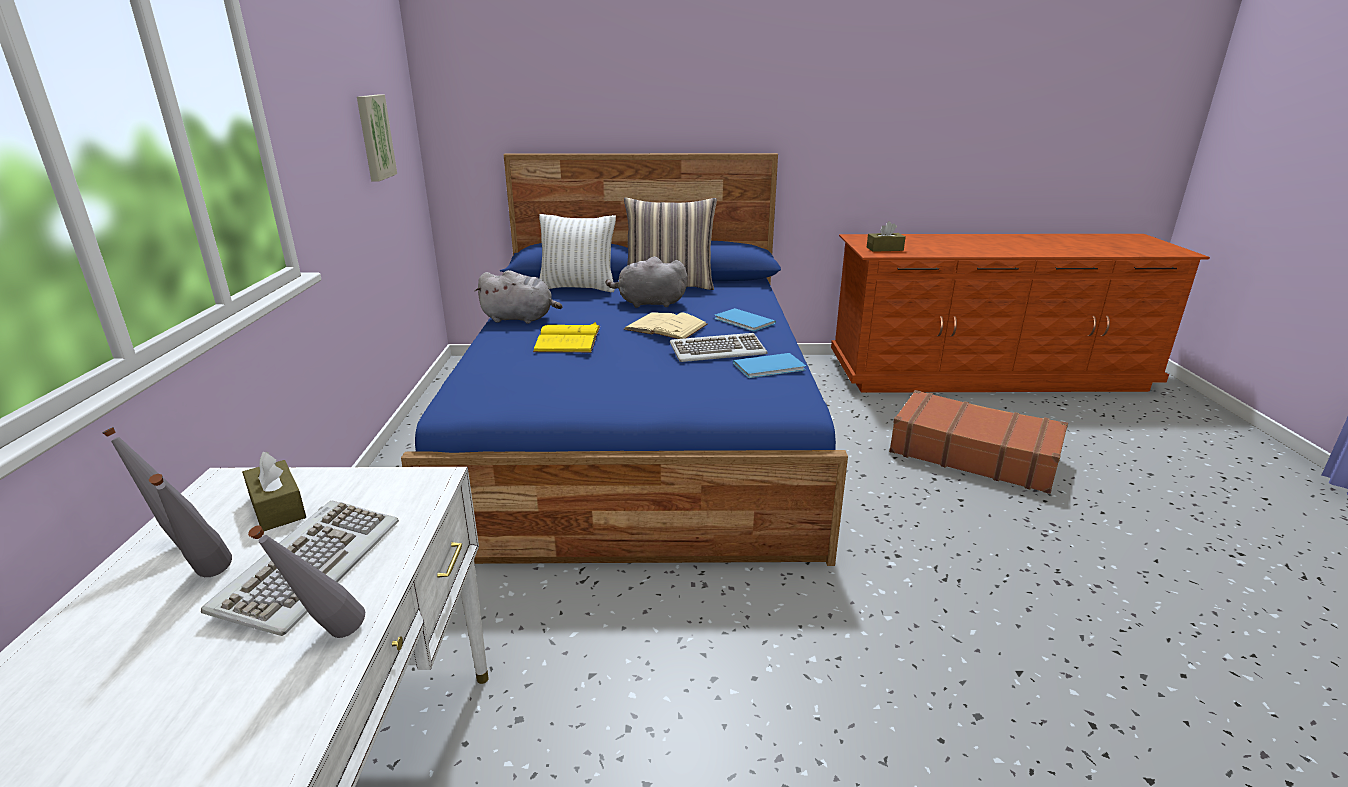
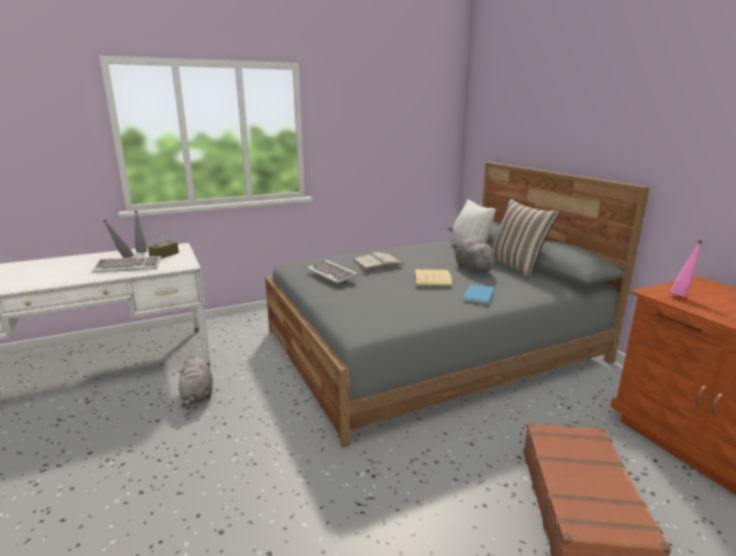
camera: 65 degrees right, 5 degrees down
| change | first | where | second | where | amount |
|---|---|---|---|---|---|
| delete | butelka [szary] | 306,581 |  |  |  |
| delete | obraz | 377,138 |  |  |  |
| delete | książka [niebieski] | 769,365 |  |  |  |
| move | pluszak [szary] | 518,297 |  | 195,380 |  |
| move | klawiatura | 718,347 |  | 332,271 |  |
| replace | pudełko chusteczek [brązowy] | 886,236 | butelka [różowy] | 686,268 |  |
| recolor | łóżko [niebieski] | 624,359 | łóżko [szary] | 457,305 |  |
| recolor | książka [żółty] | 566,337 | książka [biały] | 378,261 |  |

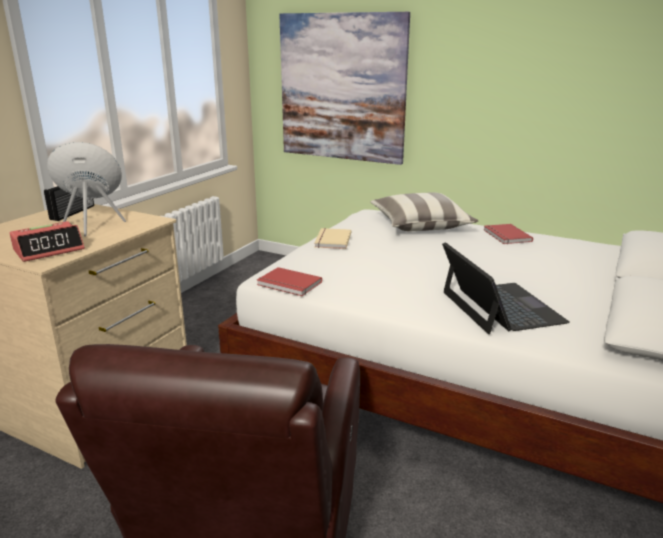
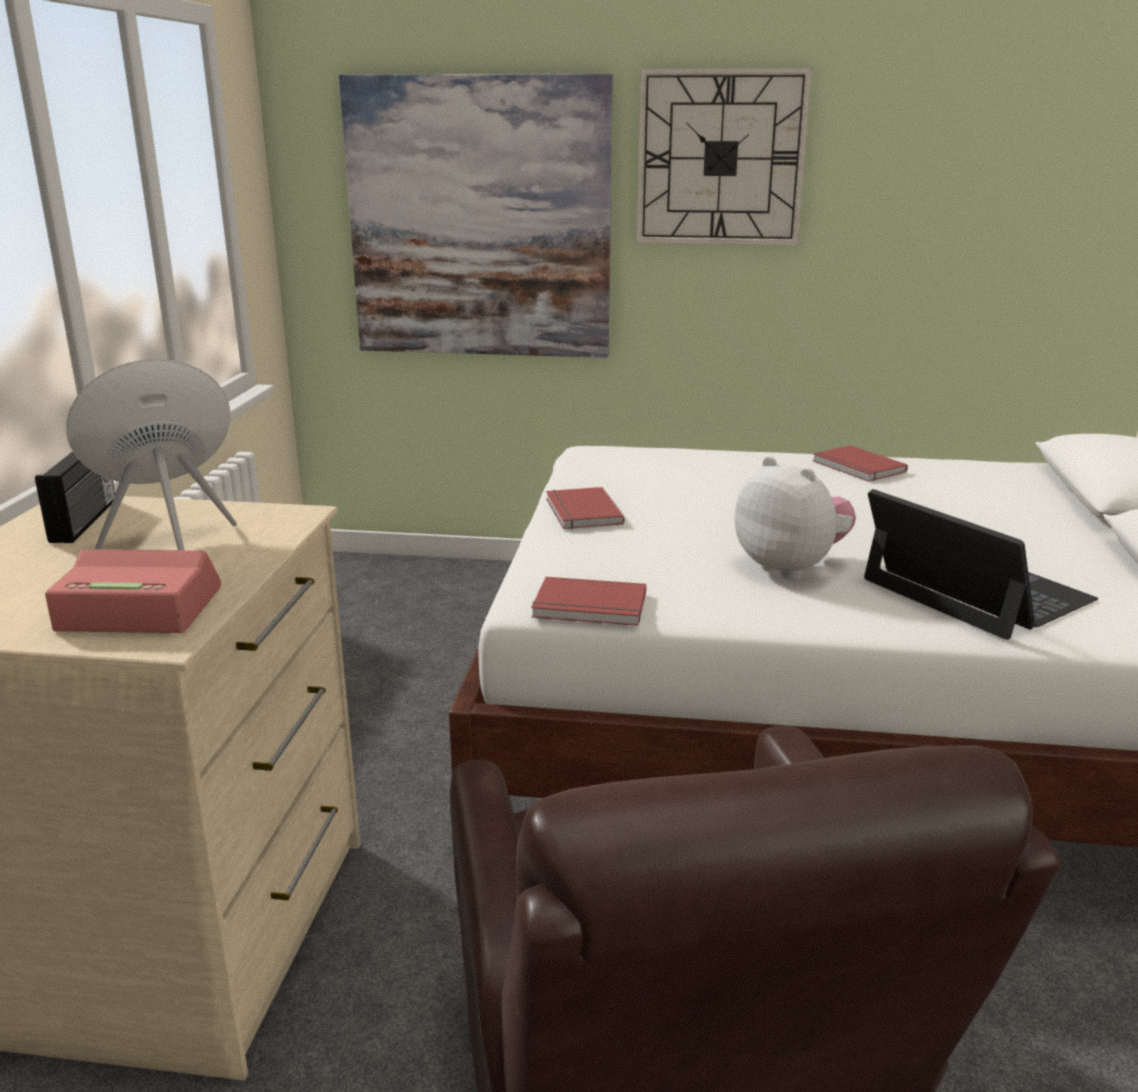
camera: 20 degrees left, 0 degrees up
| change | first | where | second | where | amount |
|---|---|---|---|---|---|
| delete | poduszka | 424,212 |  |  |  |
| insert |  |  | zegar ścienny | 724,157 |  |
| insert |  |  | pluszak | 795,518 |  |
| recolor | książka [beżowy] | 332,238 | książka [czerwony] | 585,508 |  |
| rotate | budzik | 47,241 |  | 133,591 | 120 degrees counterclockwise |

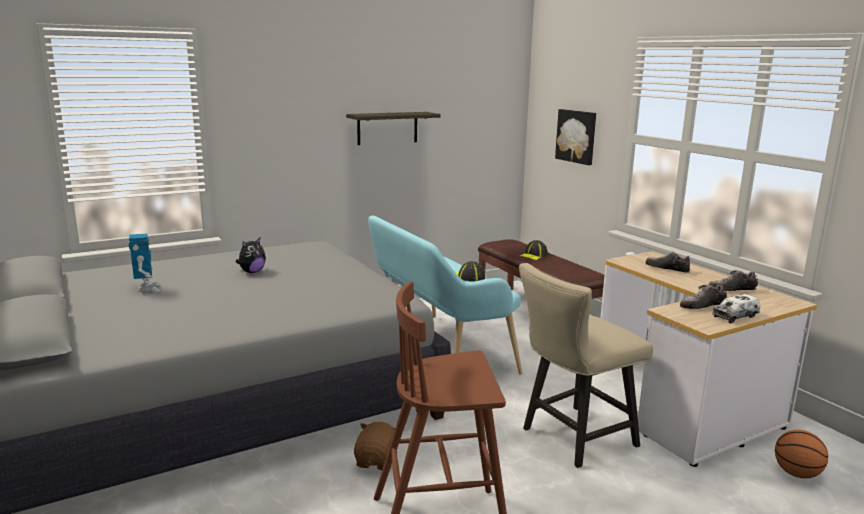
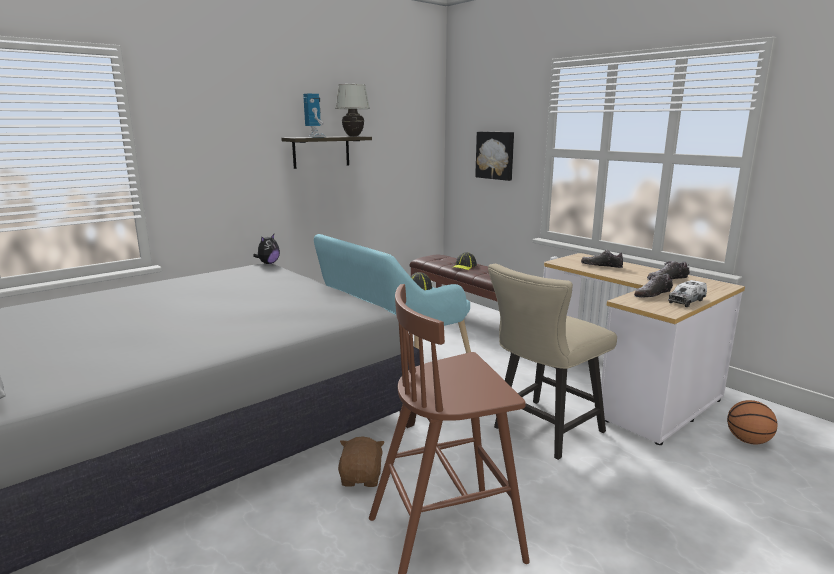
camera: 10 degrees left, 0 degrees up
| change | first | where | second | where | amount |
|---|---|---|---|---|---|
| insert |  |  | lampa stołowa [biały] | 352,110 |  |
| move | robot zabawkowy | 144,263 |  | 314,115 |  |
| move | pluszak | 251,255 |  | 266,249 |  |

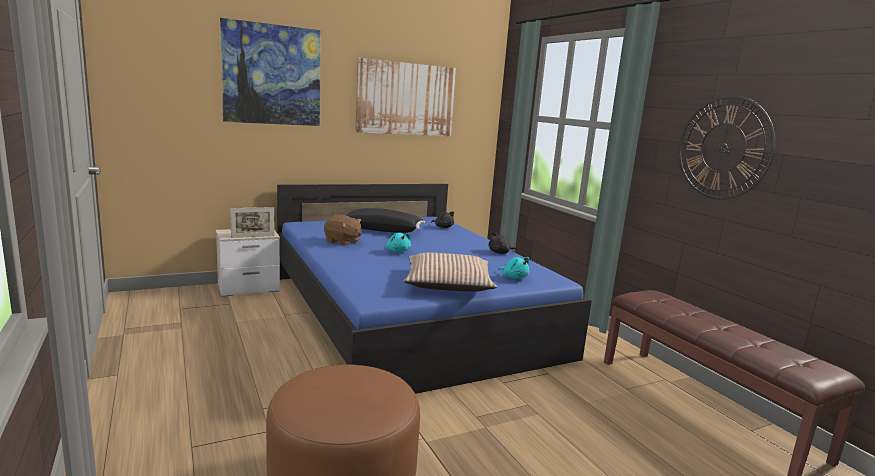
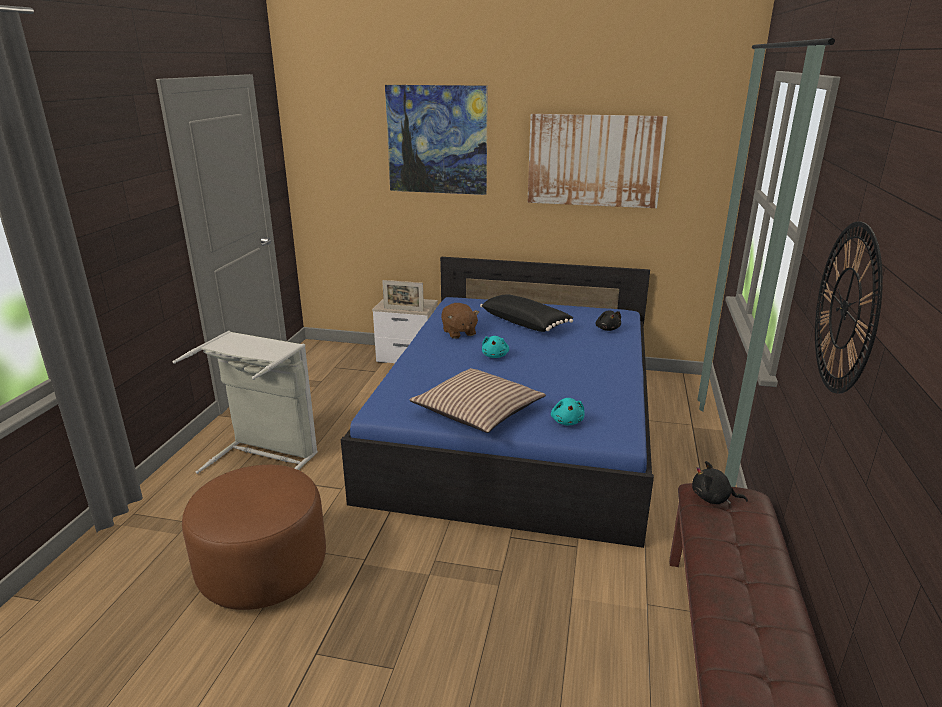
camera: 40 degrees right, 10 degrees up
| change | first | where | second | where | amount |
|---|---|---|---|---|---|
| insert |  |  | kosz na pranie [szary] | 245,402 |  |
| move | pluszak [czarny] | 502,243 |  | 720,482 |  |

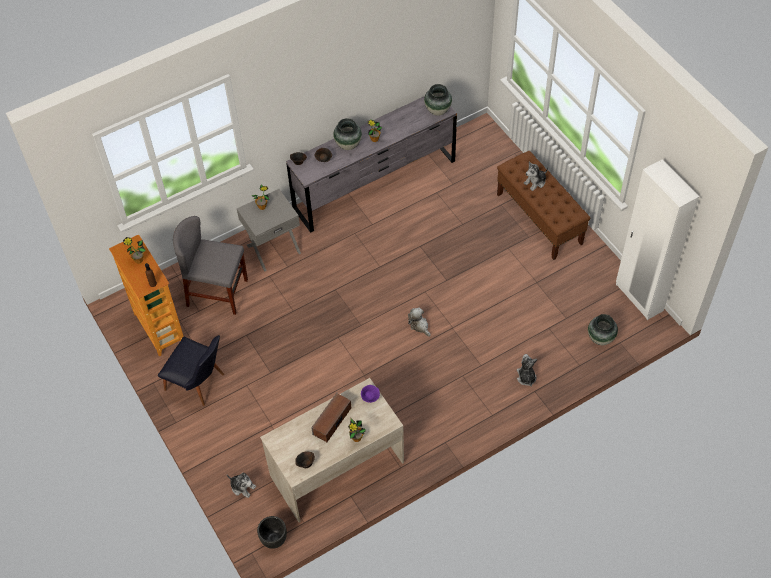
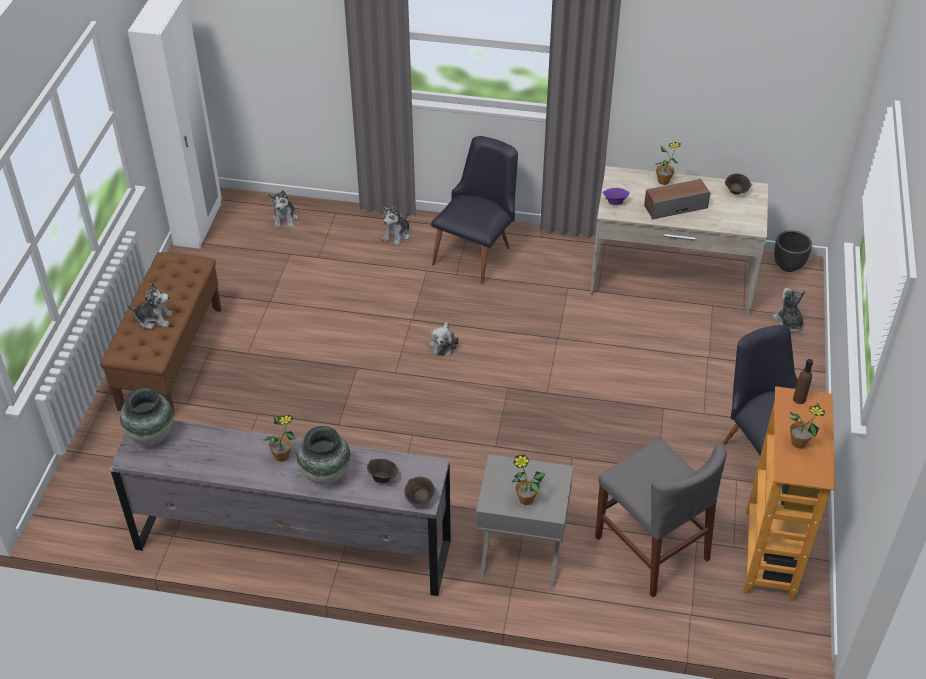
camera: 140 degrees left, 10 degrees down
| change | first | where | second | where | amount |
|---|---|---|---|---|---|
| insert |  |  | krzesło [czarny] | 474,210 |  |
| replace | wazon | 603,329 | pluszak | 283,209 |  |

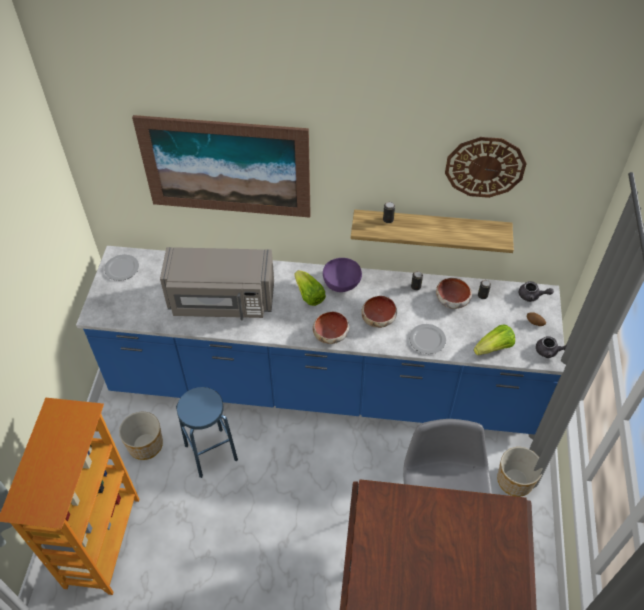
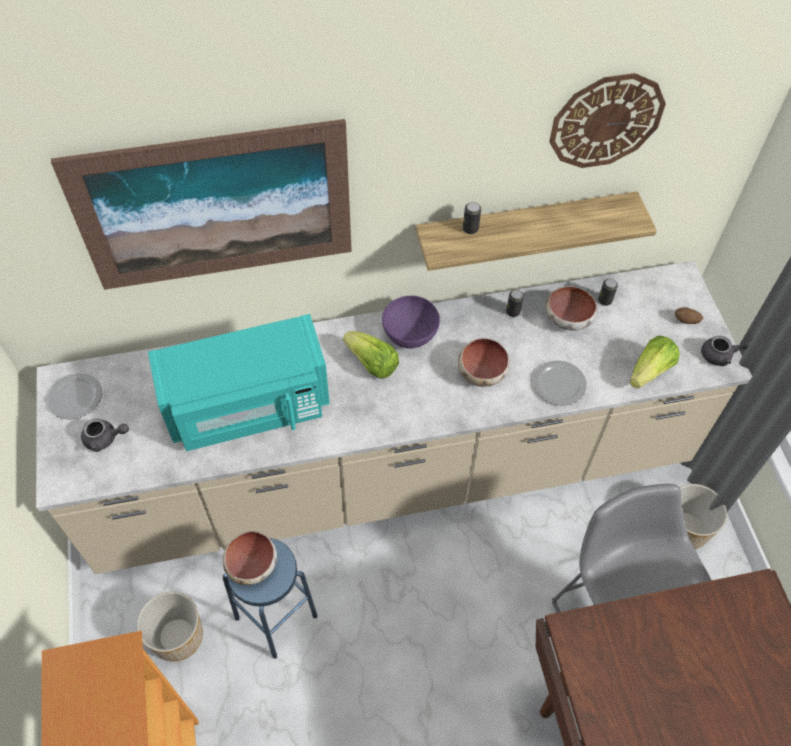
camera: 20 degrees left, 5 degrees up
| change | first | where | second | where | amount |
|---|---|---|---|---|---|
| move | miska | 331,328 |  | 250,558 |  |
| move | imbryk [szary] | 536,291 |  | 105,435 |  |
| recolor | zabudowa kuchenna [niebieski] | 321,340 | zabudowa kuchenna [beżowy] | 394,417 |  |
| recolor | mikrofalówka [szary] | 217,283 | mikrofalówka [turkusowy] | 239,382 |  |

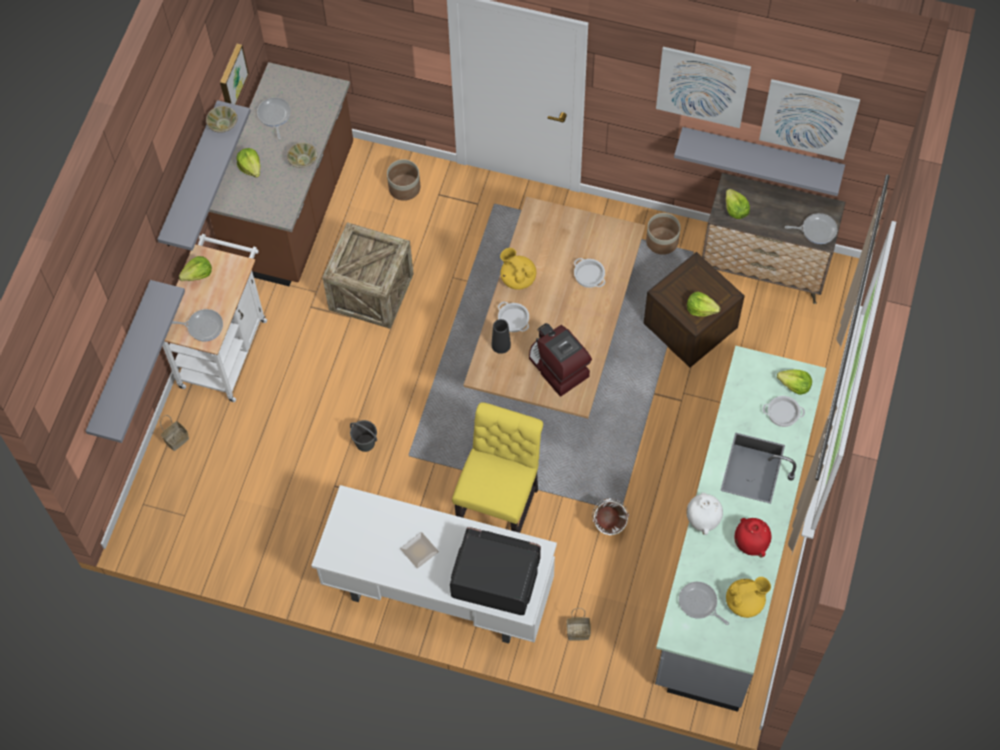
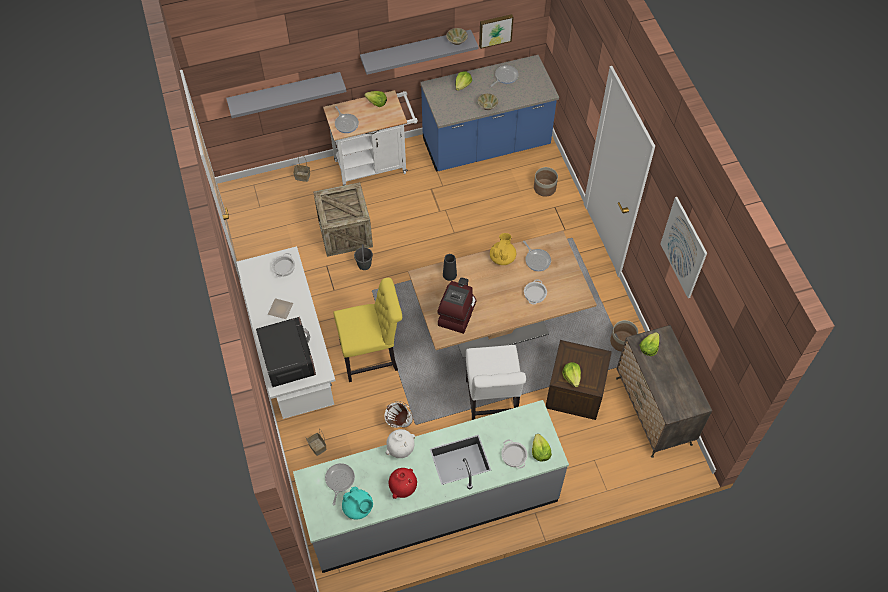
camera: 55 degrees right, 5 degrees down
| change | first | where | second | where | amount |
|---|---|---|---|---|---|
| delete | półka [szary] | 759,161 |  |  |  |
| delete | obraz | 809,119 |  |  |  |
| insert |  |  | krzesło [biały] | 496,382 |  |
| move | skrzynka | 368,275 |  | 343,219 |  |
| move | garnek | 513,316 |  | 283,265 |  |
| move | patelnia | 811,228 |  | 537,256 |  |
| recolor | zabudowa kuchenna [brązowy] | 280,174 | zabudowa kuchenna [niebieski] | 489,113 |  |
| recolor | imbryk [żółty] | 748,597 | imbryk [turkusowy] | 357,503 |  |

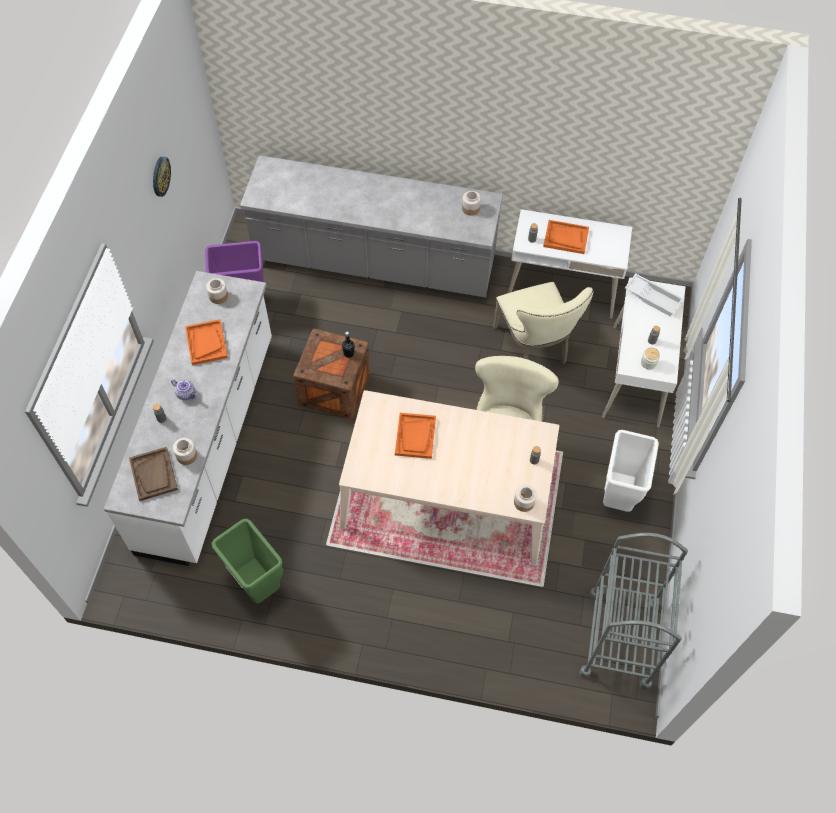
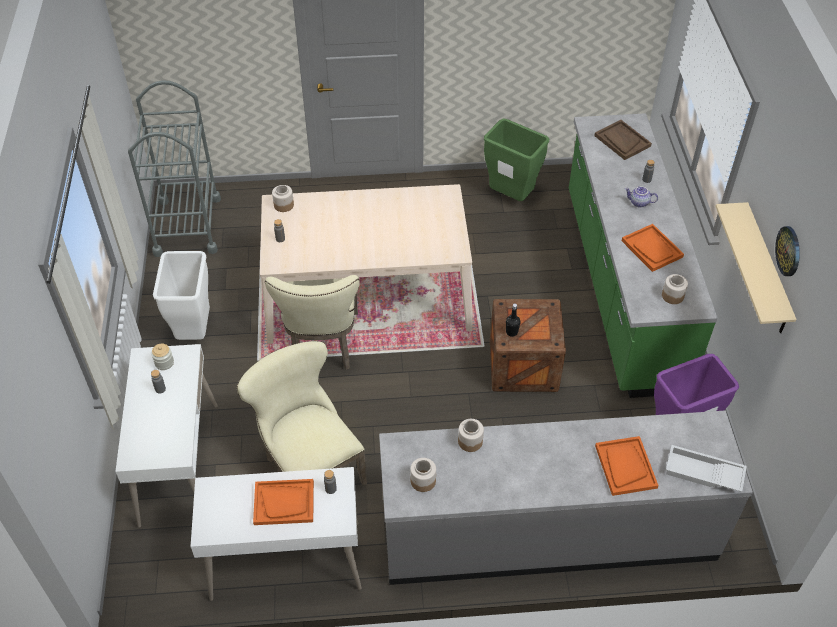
camera: 165 degrees right, 10 degrees down
| change | first | where | second | where | amount |
|---|---|---|---|---|---|
| insert |  |  | półka [beżowy] | 756,267 |  |
| move | słoik | 185,451 |  | 471,435 |  |
| move | taca [pomarańczowy] | 415,436 |  | 627,466 |  |
| move | taca [biały] | 654,295 |  | 706,468 |  |
| recolor | zabudowa kuchenna [biały] | 188,418 | zabudowa kuchenna [zielony] | 643,255 |  |

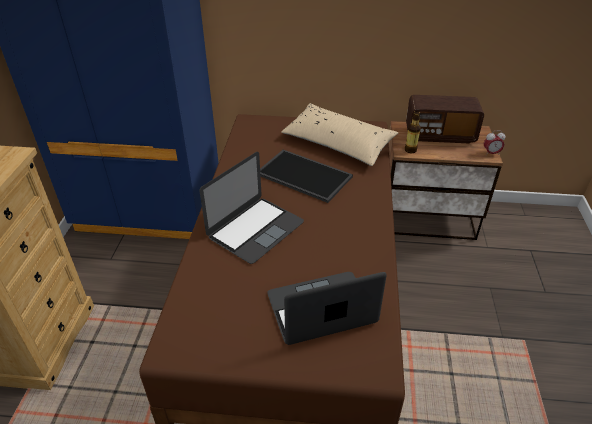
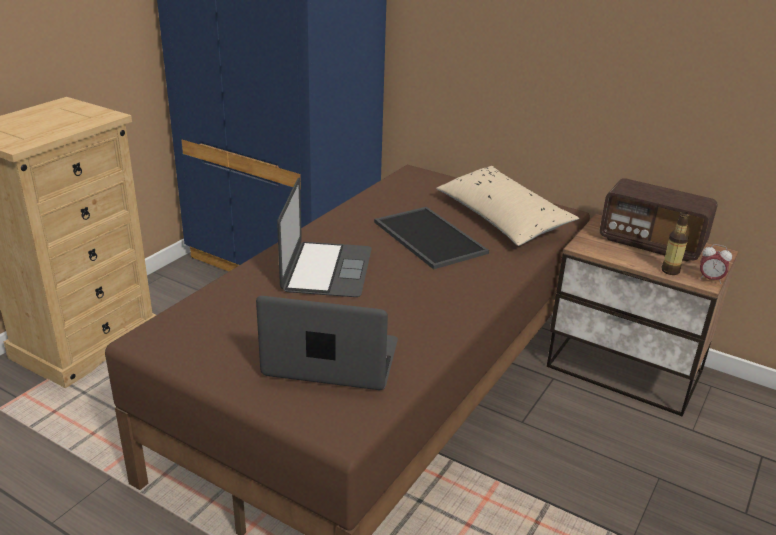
camera: 25 degrees right, 10 degrees down
| change | first | where | second | where | amount |
|---|---|---|---|---|---|
| move | butelka | 413,132 |  | 675,243 |  |
| rotate | laptop | 252,208 |  | 324,237 | 60 degrees counterclockwise |

